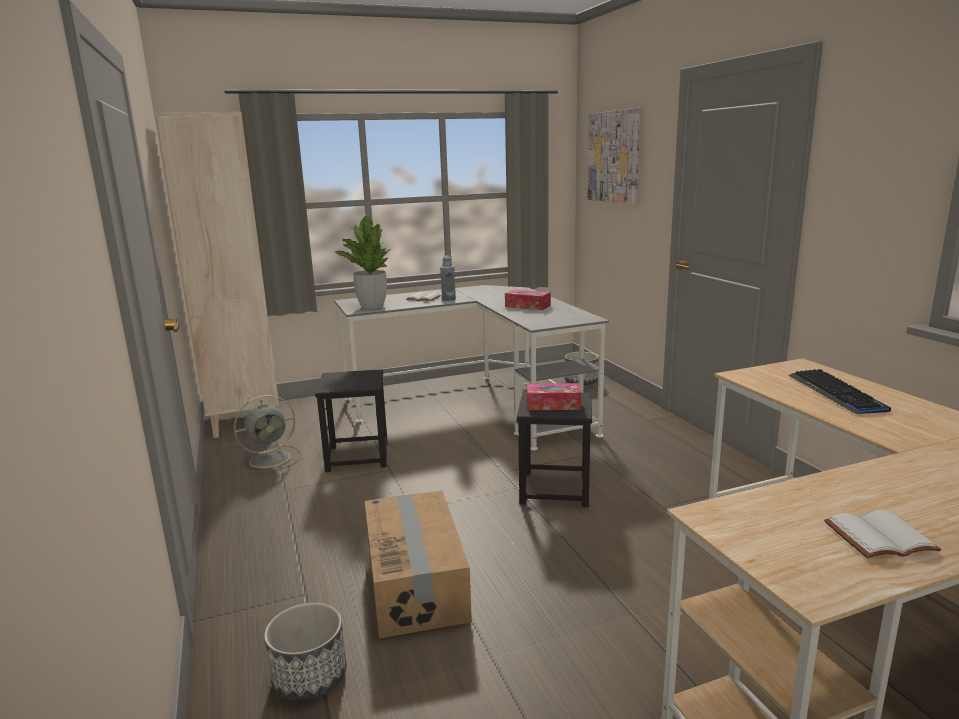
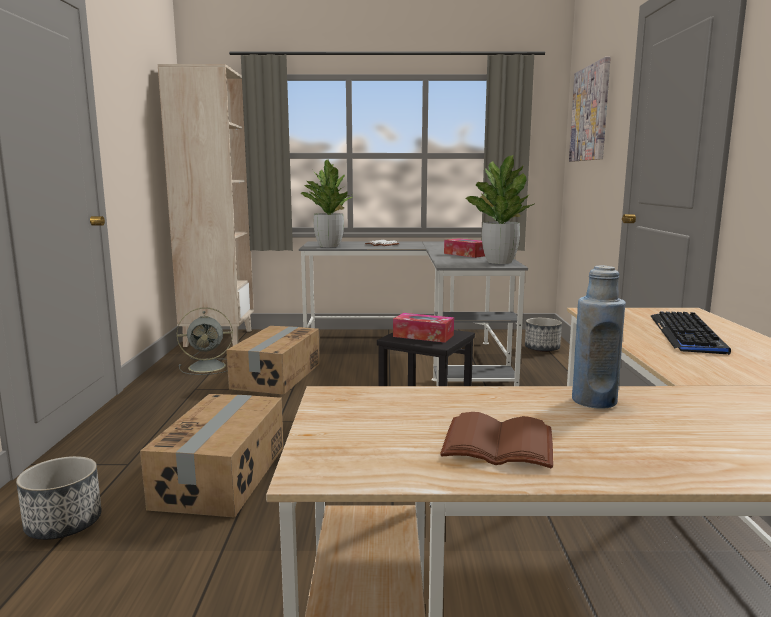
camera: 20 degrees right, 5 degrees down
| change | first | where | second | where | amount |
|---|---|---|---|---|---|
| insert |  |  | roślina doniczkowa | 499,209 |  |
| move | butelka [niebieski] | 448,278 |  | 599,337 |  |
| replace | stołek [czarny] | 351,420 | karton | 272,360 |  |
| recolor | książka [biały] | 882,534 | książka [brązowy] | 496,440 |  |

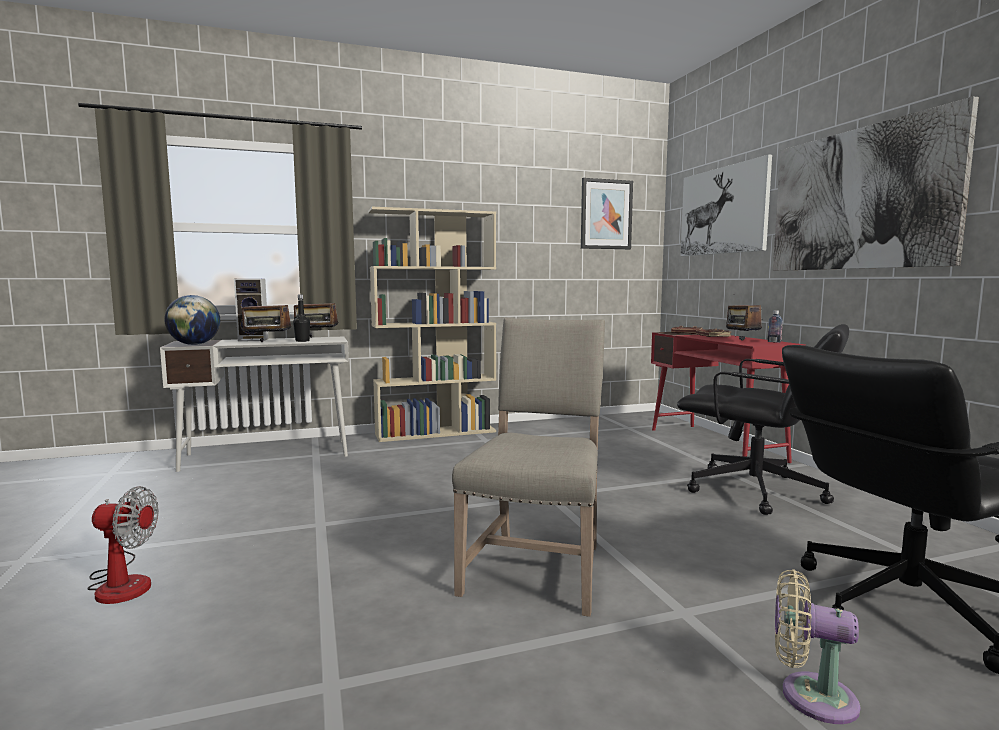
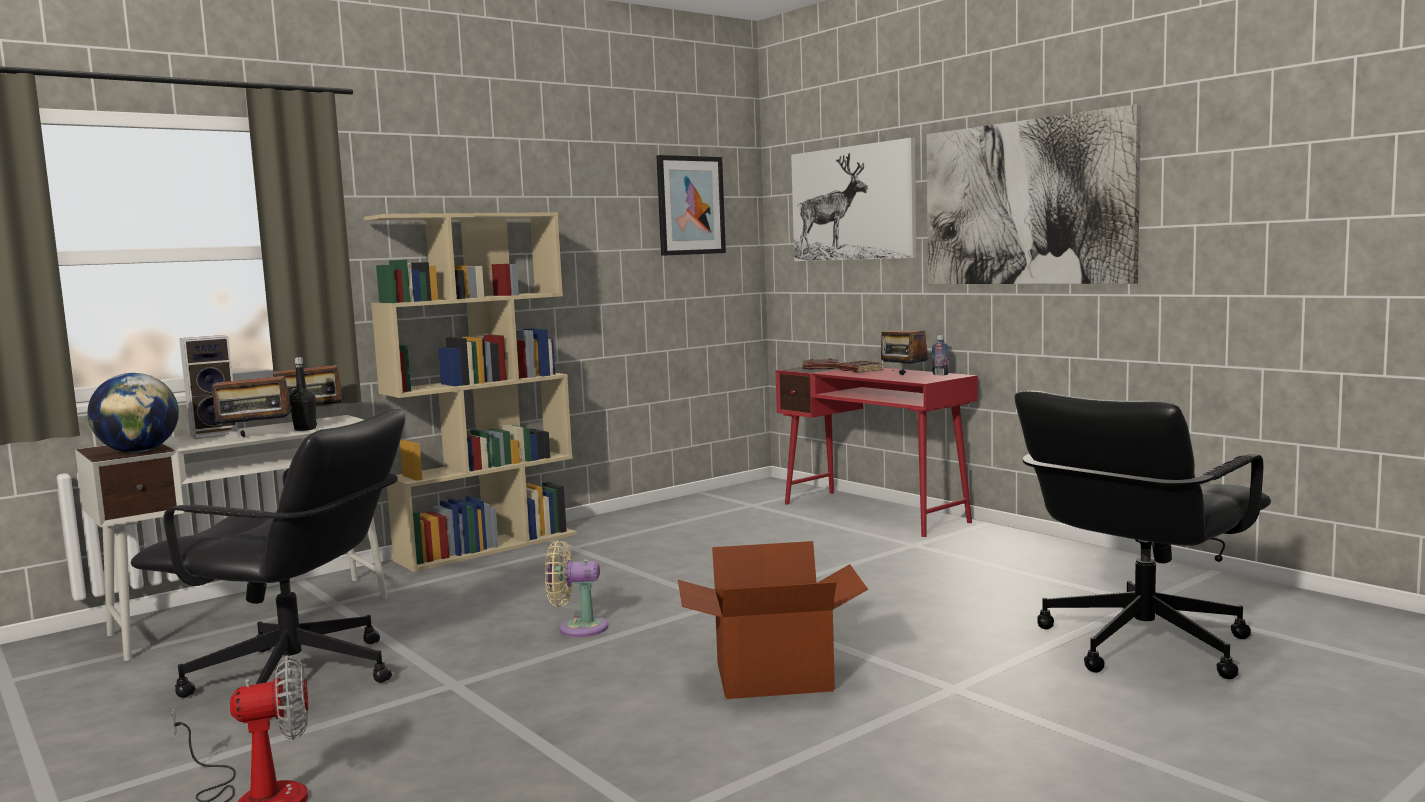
camera: 20 degrees left, 0 degrees up
| change | first | where | second | where | amount |
|---|---|---|---|---|---|
| move | krzesło biurowe [czarny] | 763,419 |  | 268,553 |  |
| move | wentylator [beżowy] | 818,646 |  | 576,588 |  |
| replace | krzesło [beżowy] | 528,467 | karton | 773,620 |  |

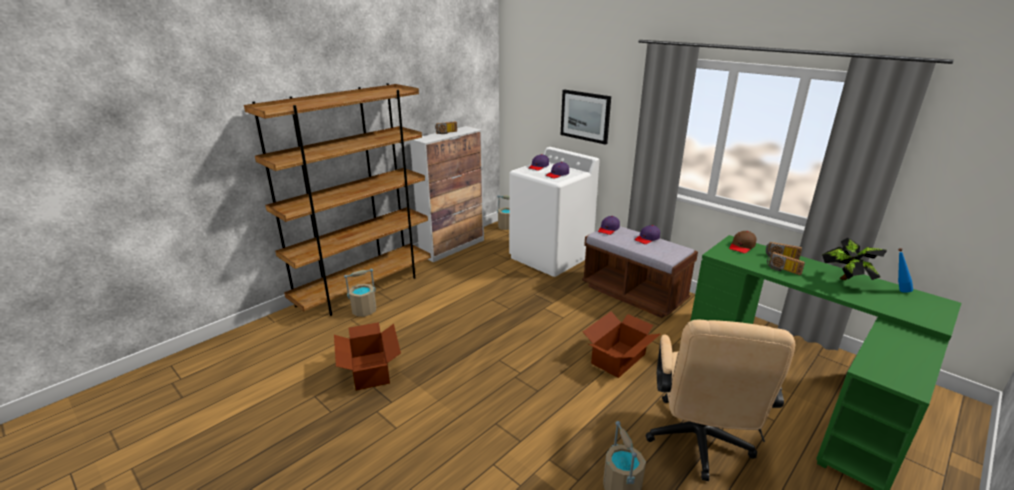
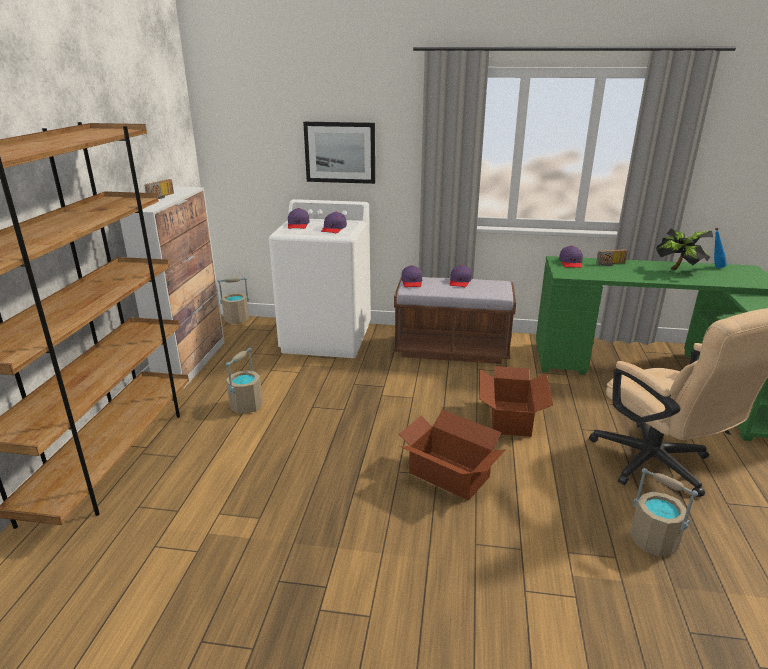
camera: 35 degrees left, 0 degrees up
| change | first | where | second | where | amount |
|---|---|---|---|---|---|
| delete | radio | 786,263 |  |  |  |
| move | karton | 367,356 |  | 452,455 |  |
| move | wiadro [beżowy] | 360,293 |  | 244,380 |  |
| recolor | czapka z daszkiem [brązowy] | 743,242 | czapka z daszkiem [fioletowy] | 571,256 |  |

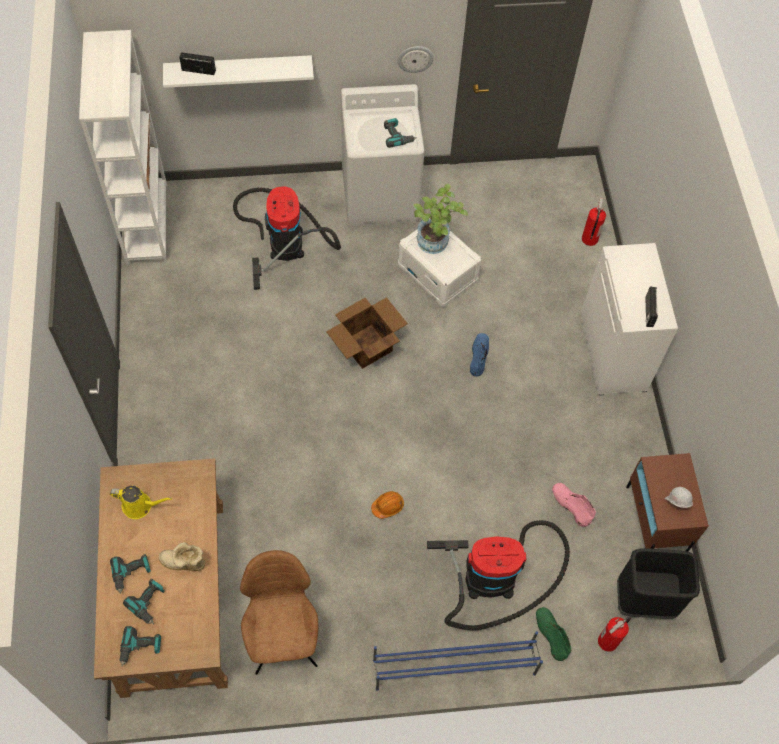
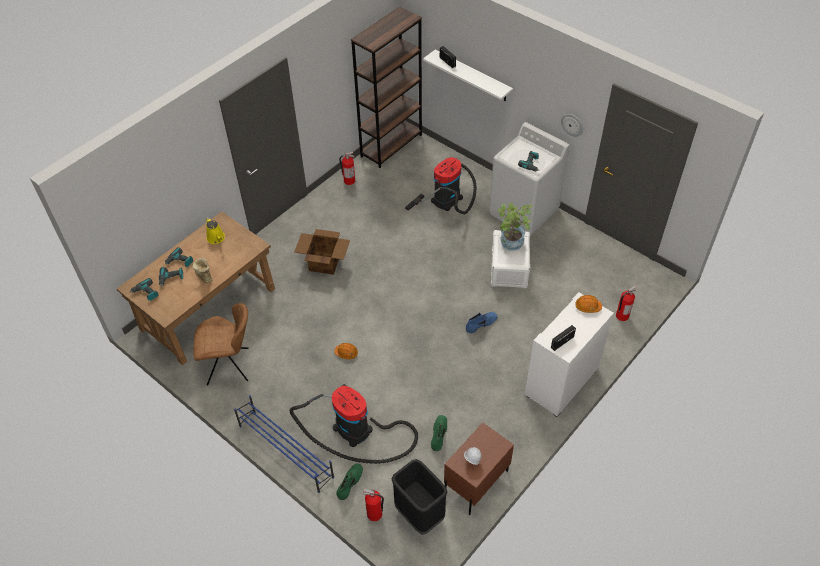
camera: 50 degrees right, 10 degrees down
| change | first | where | second | where | amount |
|---|---|---|---|---|---|
| insert |  |  | gaśnica | 347,168 |  |
| insert |  |  | kask [pomarańczowy] | 588,304 |  |
| move | karton | 367,333 |  | 322,252 |  |
| recolor | regał [biały] | 123,147 | regał [brązowy] | 386,87 |  |
| recolor | but z cholewką [różowy] | 574,505 | but z cholewką [zielony] | 439,433 |  |
| rotate | krzesło [brązowy] | 279,612 |  | 221,344 | 45 degrees clockwise |

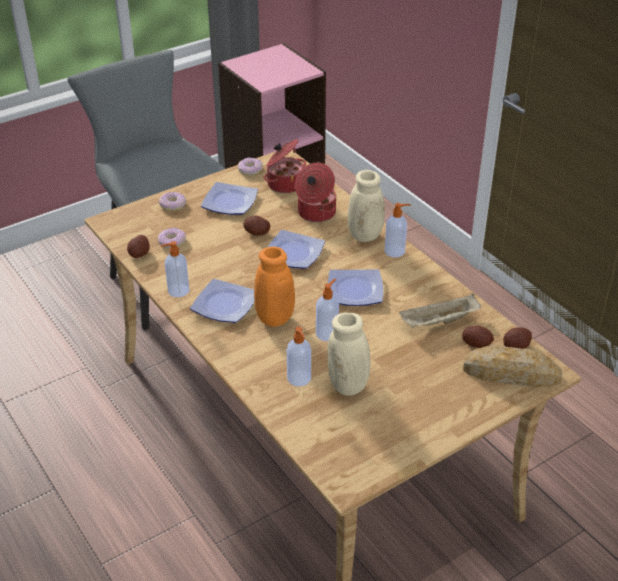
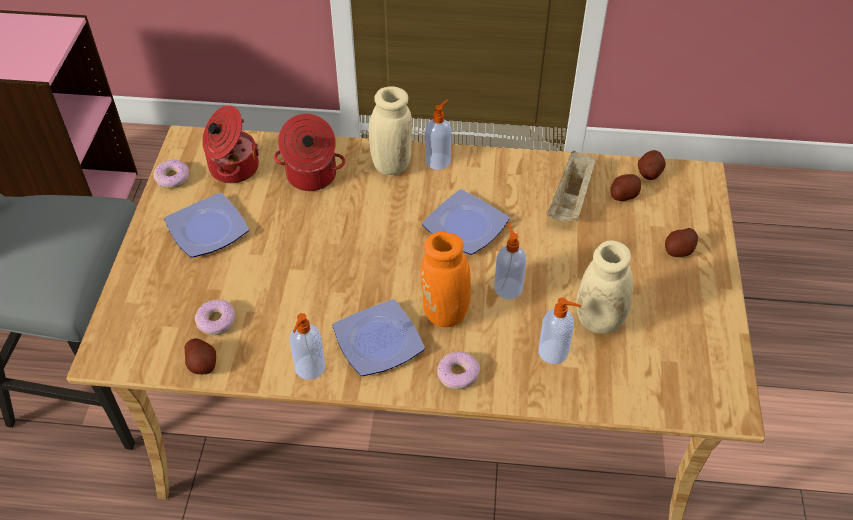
camera: 50 degrees left, 10 degrees up
| change | first | where | second | where | amount |
|---|---|---|---|---|---|
| delete | talerz | 296,249 |  |  |  |
| delete | chleb | 512,366 |  |  |  |
| move | donut | 172,201 |  | 458,371 |  |
| move | ziemniak | 256,226 |  | 681,242 |  |

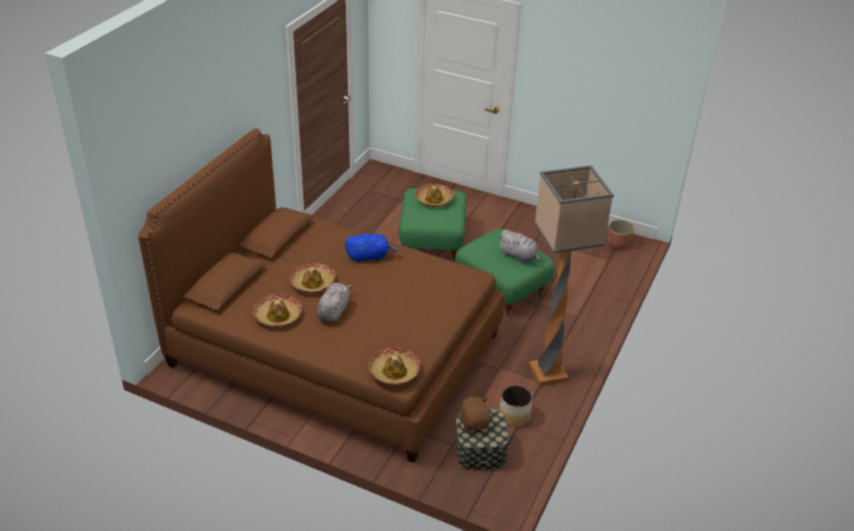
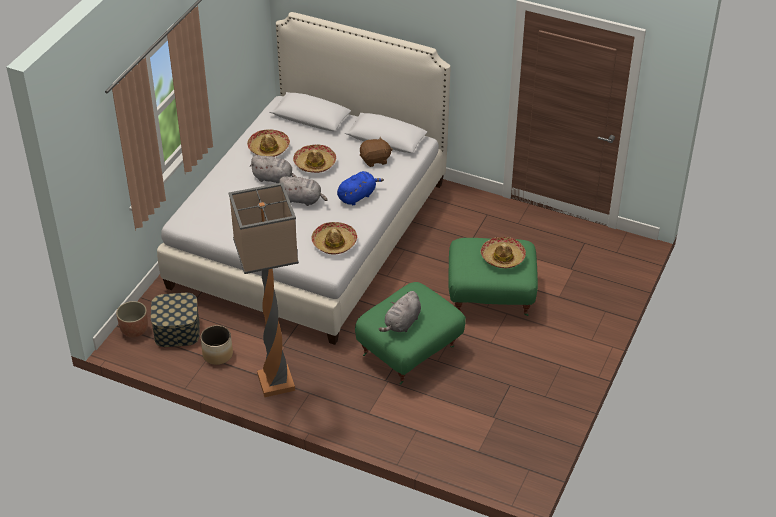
camera: 90 degrees right, 5 degrees up
| change | first | where | second | where | amount |
|---|---|---|---|---|---|
| insert |  |  | pluszak [szary] | 303,191 |  |
| move | kapelusz | 394,366 |  | 334,238 |  |
| move | pluszak [brązowy] | 474,414 |  | 376,151 |  |
| move | donica | 620,235 |  | 132,319 |  |
| recolor | łóżko [brązowy] | 321,295 | łóżko [biały] | 304,178 |  |
| rotate | pluszak [niebieski] | 371,248 |  | 360,188 | 120 degrees counterclockwise |

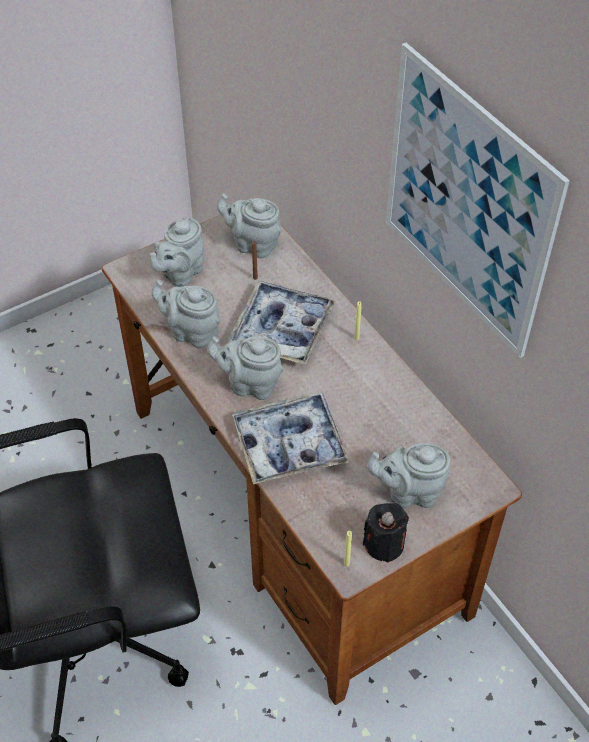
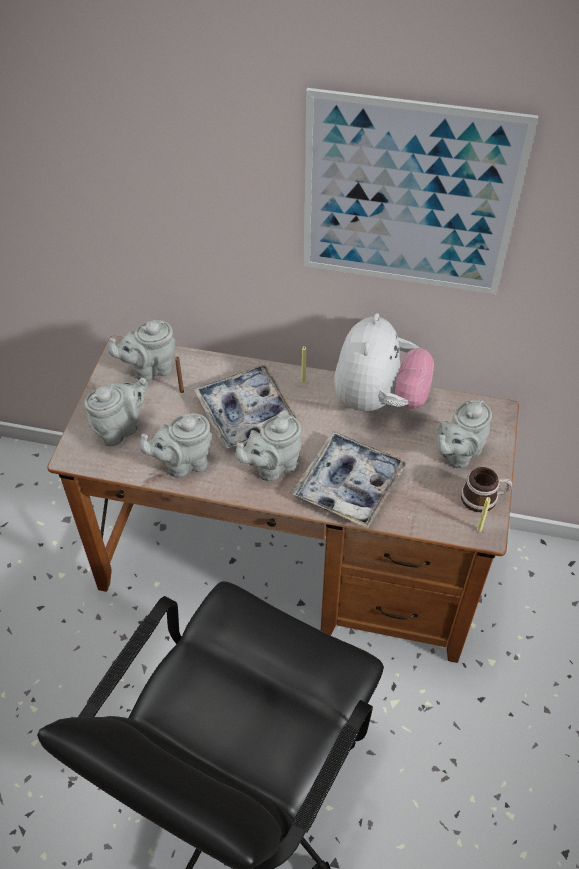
camera: 45 degrees left, 0 degrees up
| change | first | where | second | where | amount |
|---|---|---|---|---|---|
| insert |  |  | pluszak | 384,362 |  |
| replace | świeca [czarny] | 386,533 | kubek | 486,489 |  |
| rotate | imbryk [szary] | 176,251 |  | 116,412 | 120 degrees counterclockwise |

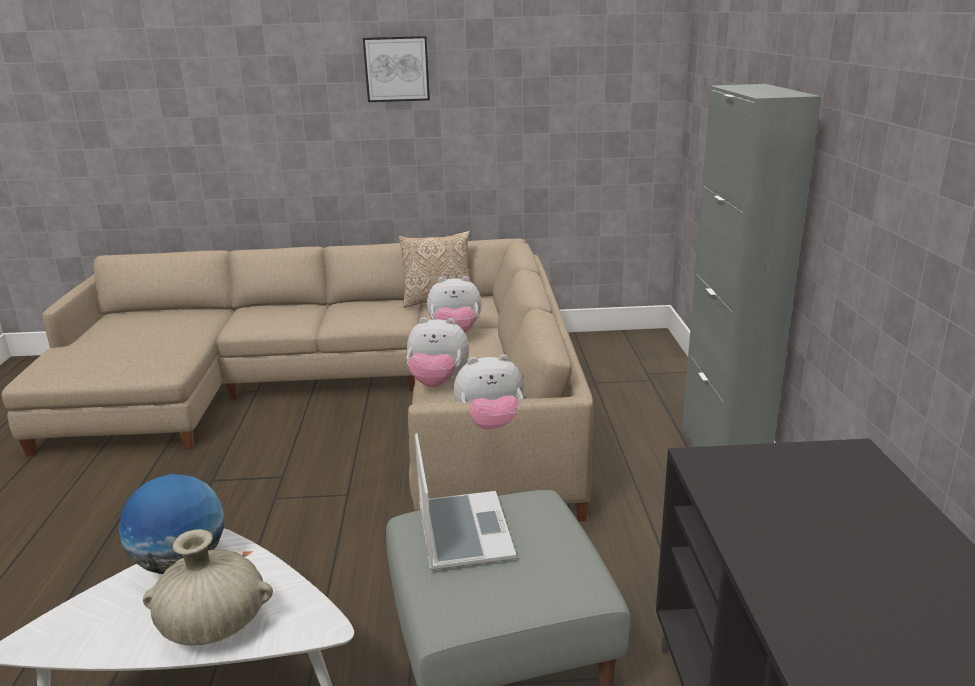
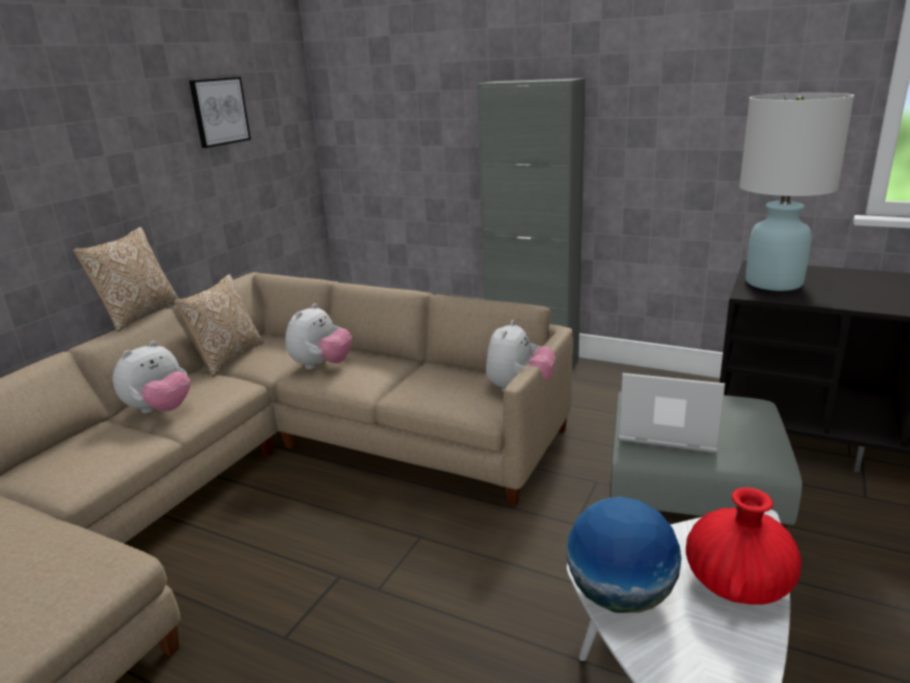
camera: 60 degrees left, 0 degrees up
| change | first | where | second | where | amount |
|---|---|---|---|---|---|
| insert |  |  | poduszka | 126,279 |  |
| insert |  |  | lampa stołowa [biały] | 796,192 |  |
| move | obraz | 396,69 |  | 220,112 |  |
| move | pluszak | 437,352 |  | 151,377 |  |
| recolor | wazon [beżowy] | 208,587 | wazon [czerwony] | 744,546 |  |

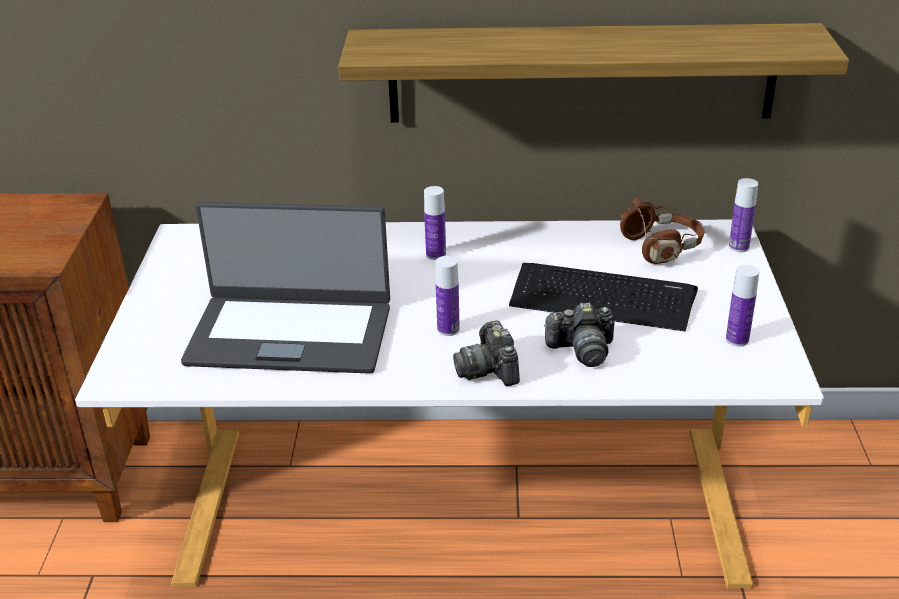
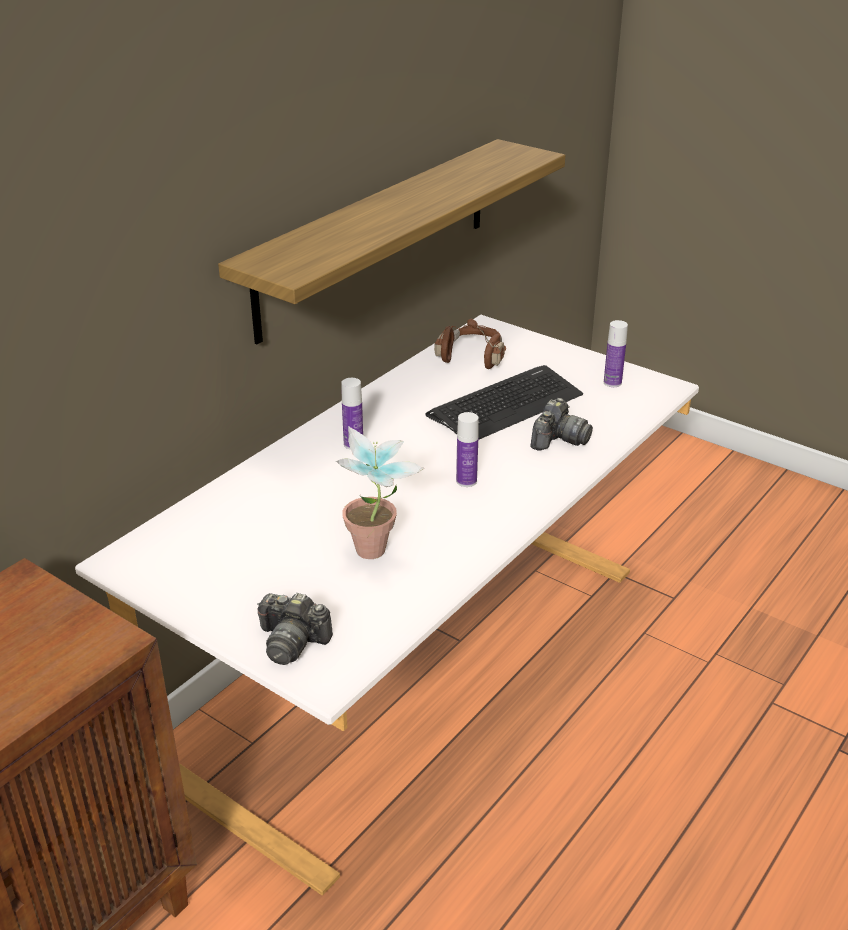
camera: 55 degrees left, 0 degrees up
| change | first | where | second | where | amount |
|---|---|---|---|---|---|
| delete | butelka | 743,215 |  |  |  |
| move | aparat fotograficzny | 486,353 |  | 295,629 |  |
| replace | laptop | 285,288 | roślina doniczkowa | 380,492 |  |

